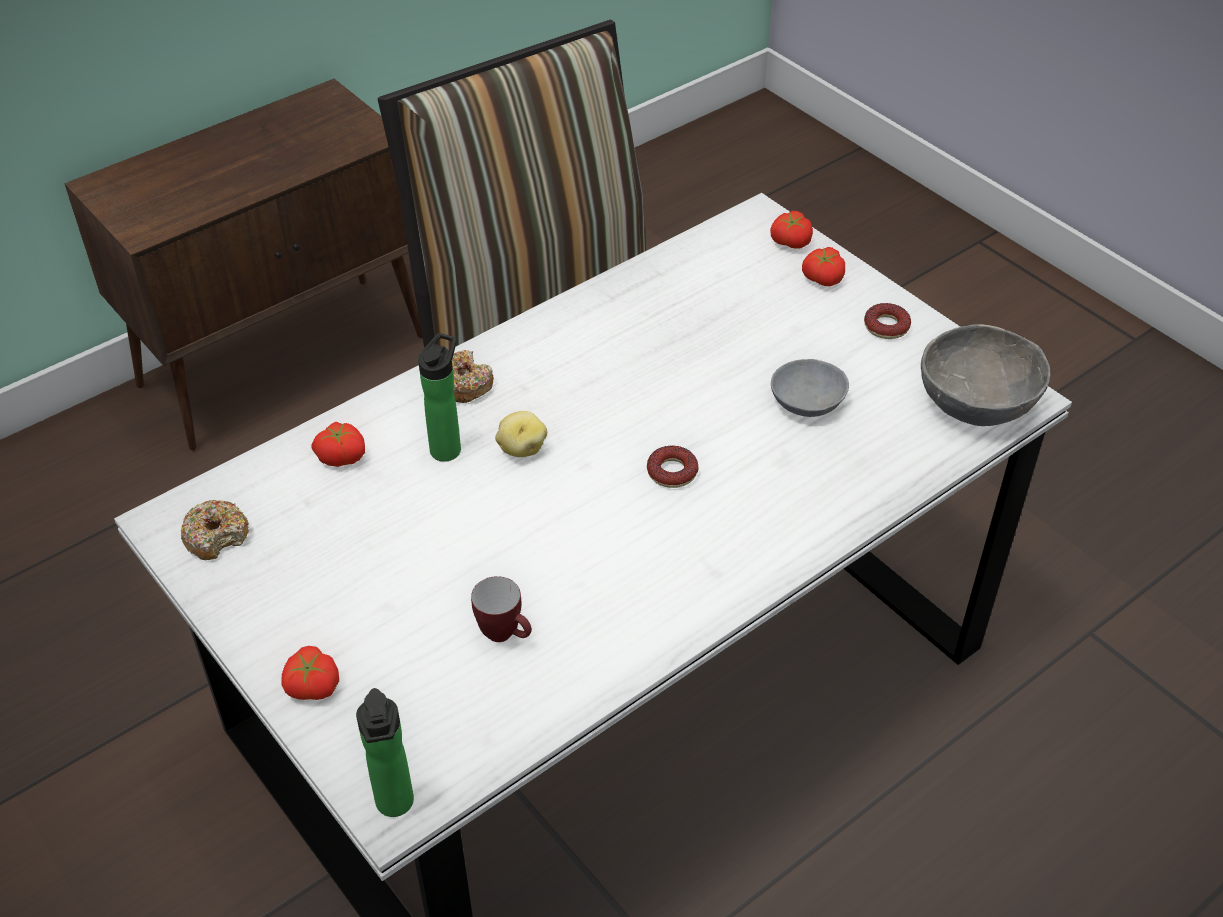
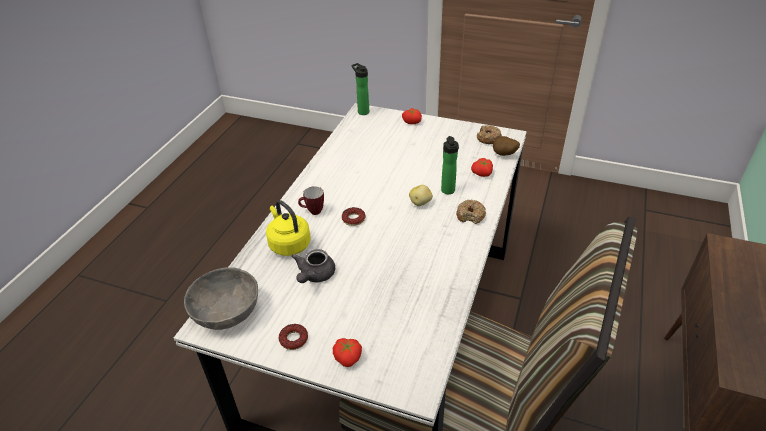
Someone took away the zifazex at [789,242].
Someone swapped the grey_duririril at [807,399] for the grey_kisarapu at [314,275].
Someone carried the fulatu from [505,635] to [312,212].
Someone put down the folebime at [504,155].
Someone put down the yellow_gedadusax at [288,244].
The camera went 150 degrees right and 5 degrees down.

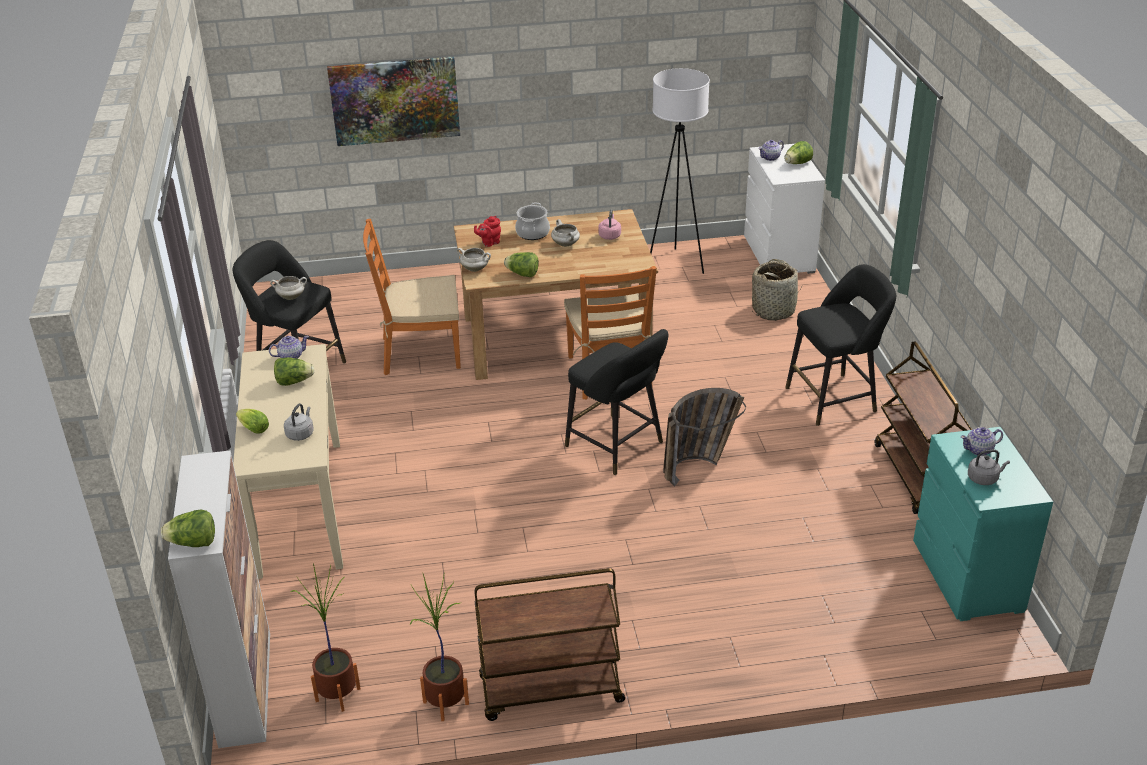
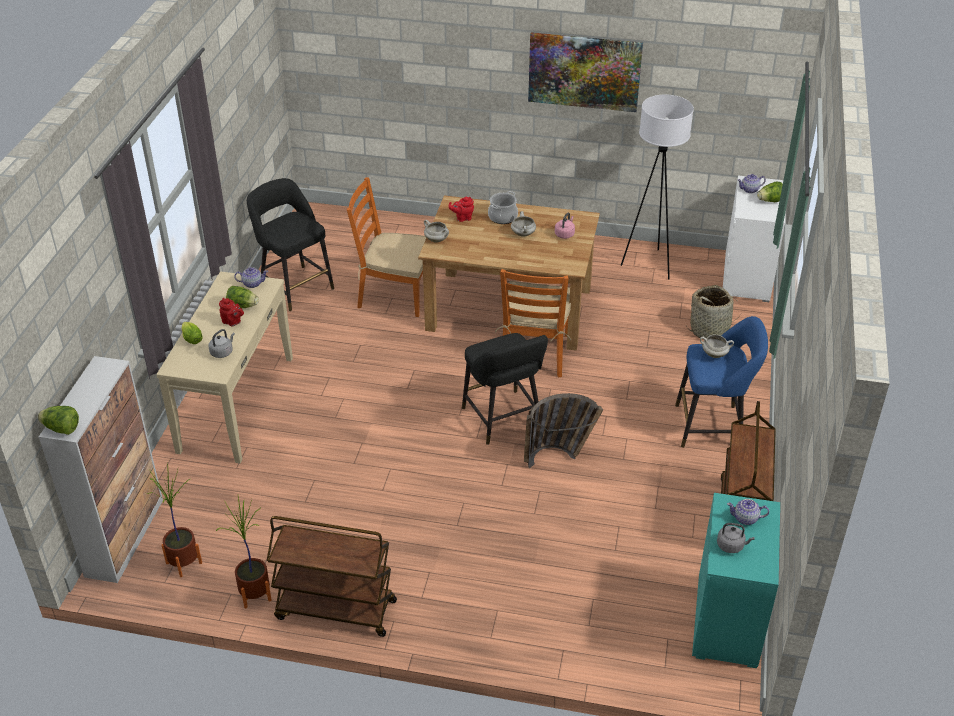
Someone carried the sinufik from [395,100] to [584,71].
Someone took away the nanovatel at [522,274].
Someone repainted the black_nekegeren at [835,398], which became the blue_nekegeren at [713,426].
Someone carried the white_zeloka from [291,297] to [714,354].
Someone put down the red_kisarapu at [232,322].
The camera went 20 degrees right and 5 degrees up.

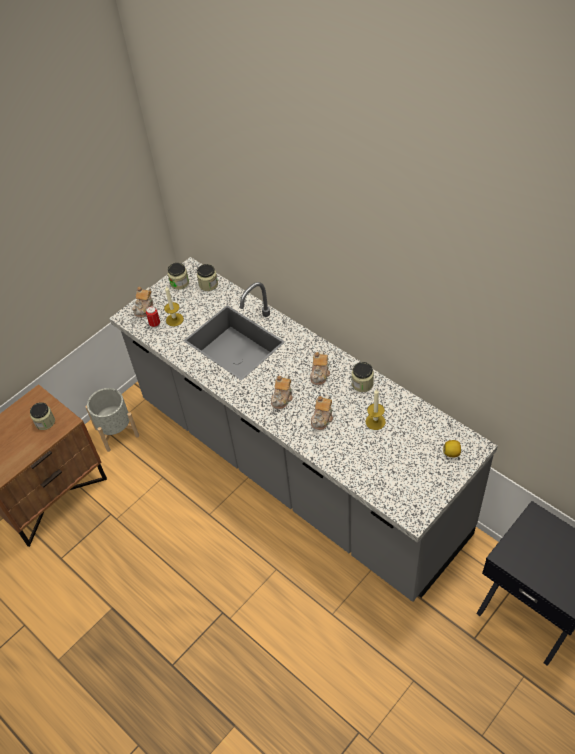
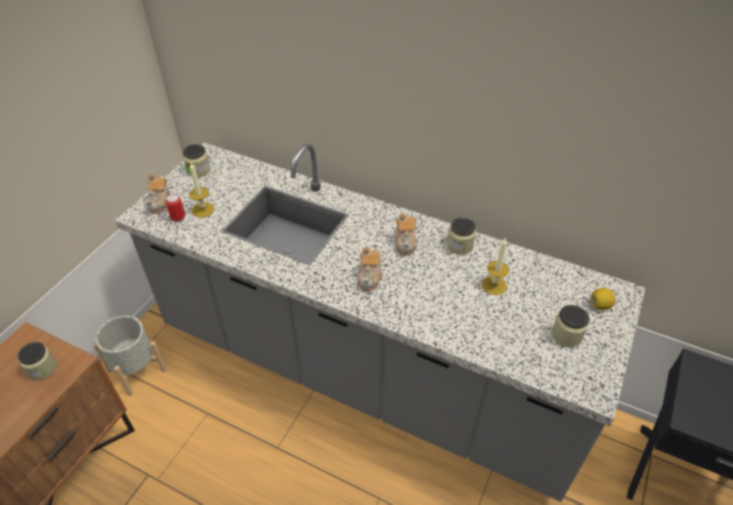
Someone carried the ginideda from [208,284] to [566,335].
Someone took away the kisarapu at [322,418].
The camera went 20 degrees left and 5 degrees down.

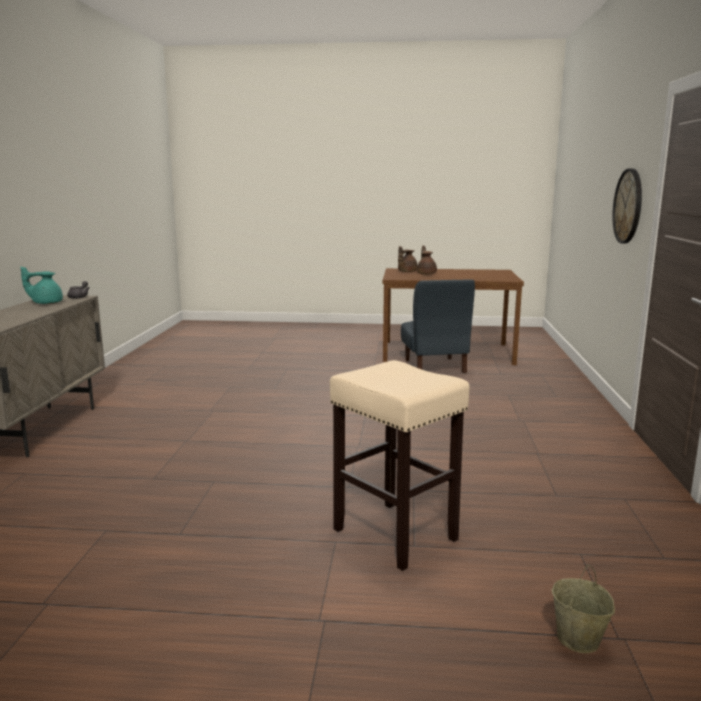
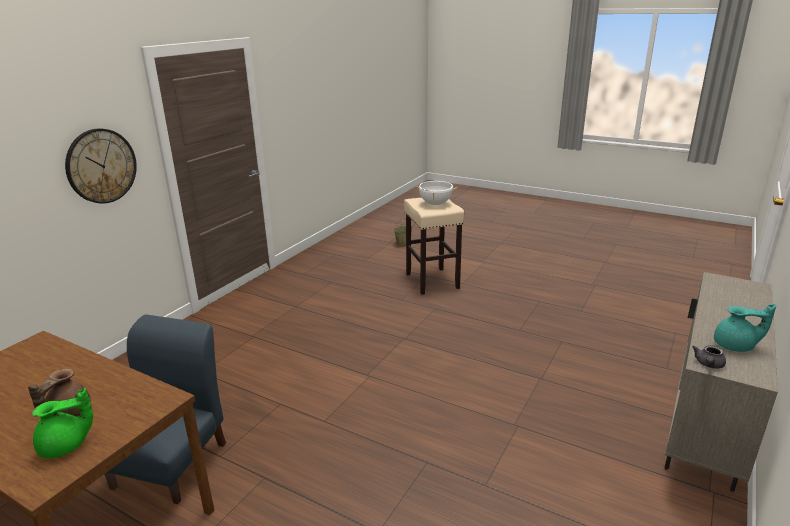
Someone repainted the brown_kisarapu at [406,272], which became the green_kisarapu at [66,446].
Someone put down the white_zeloka at [435,204].
The camera went 155 degrees left and 10 degrees up.

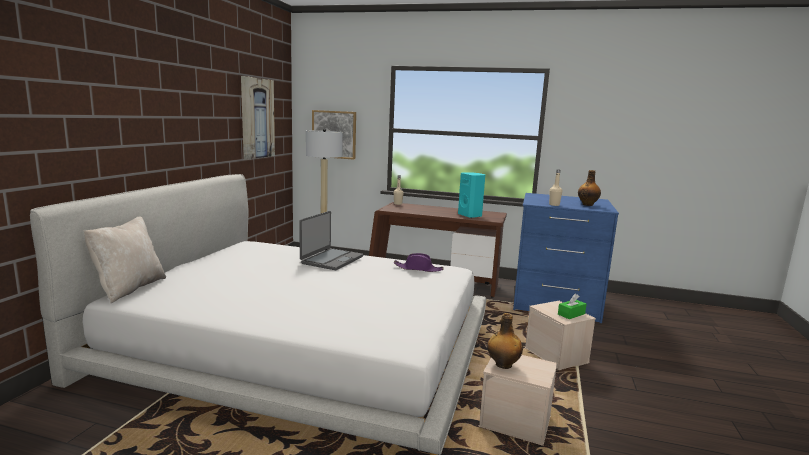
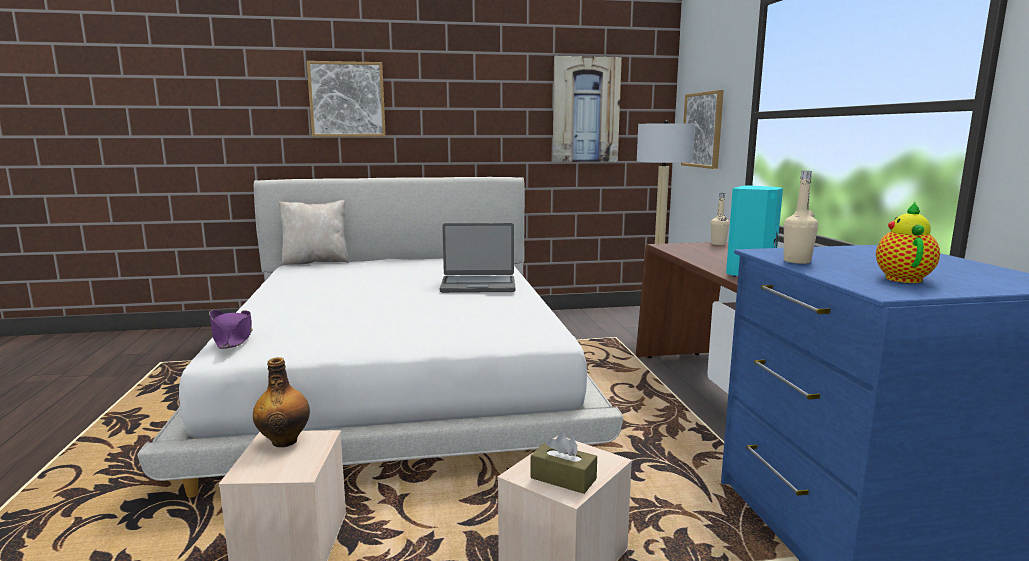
Someone swapped the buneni at [587,205] for the kisarapu at [902,278].
Someone carried the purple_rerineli from [418,269] to [232,338].
Someone repainted the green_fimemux at [571,314], which became the brown_fimemux at [563,478].
Someone put up the sinufik at [347,99].
The camera went 65 degrees right and 0 degrees up.

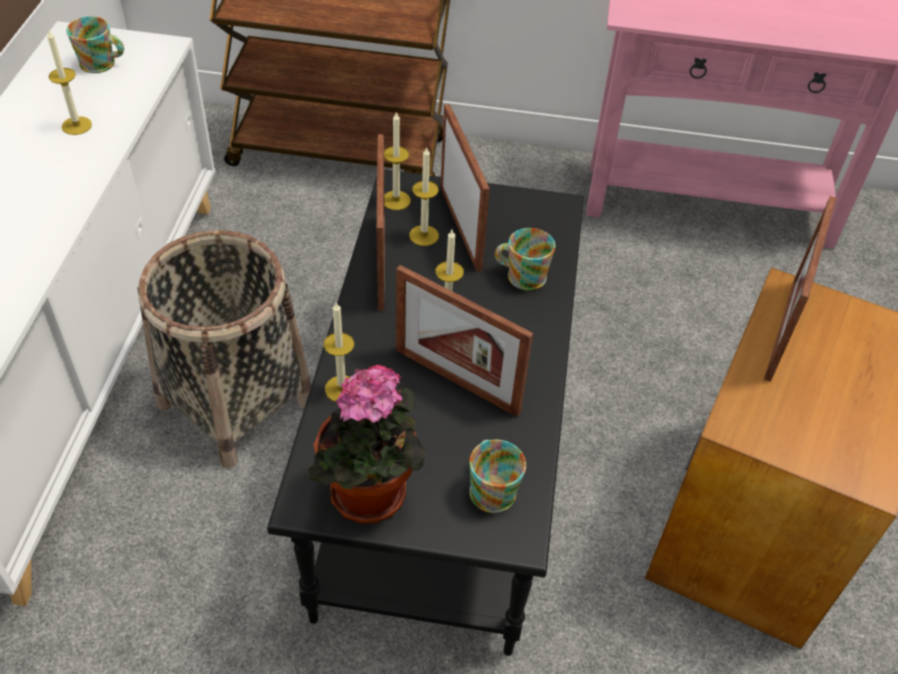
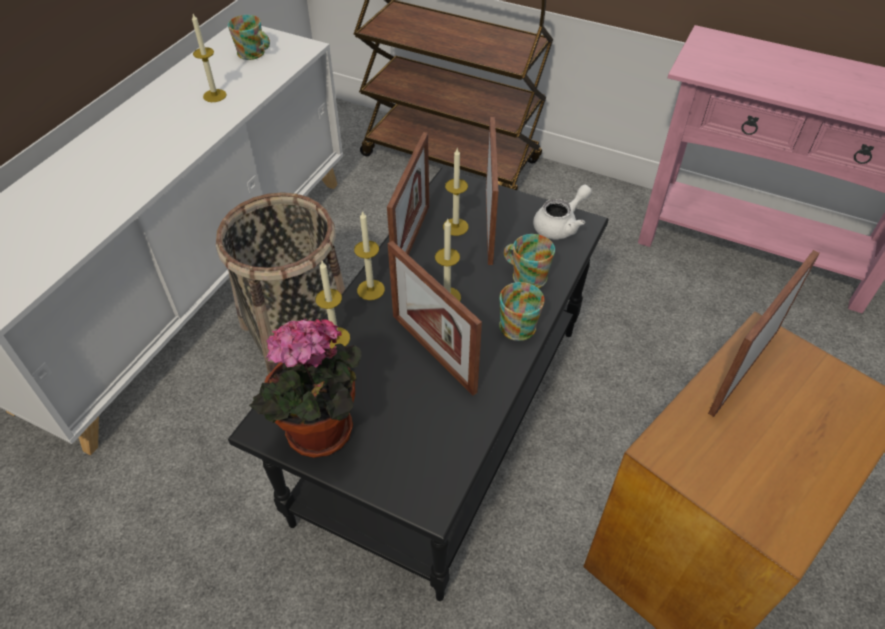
Someone carried the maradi from [396,200] to [371,290].
Someone carried the fulatu from [491,487] to [518,322].
Someone put down the white_kisarapu at [560,225].
The camera went 20 degrees right and 0 degrees up.

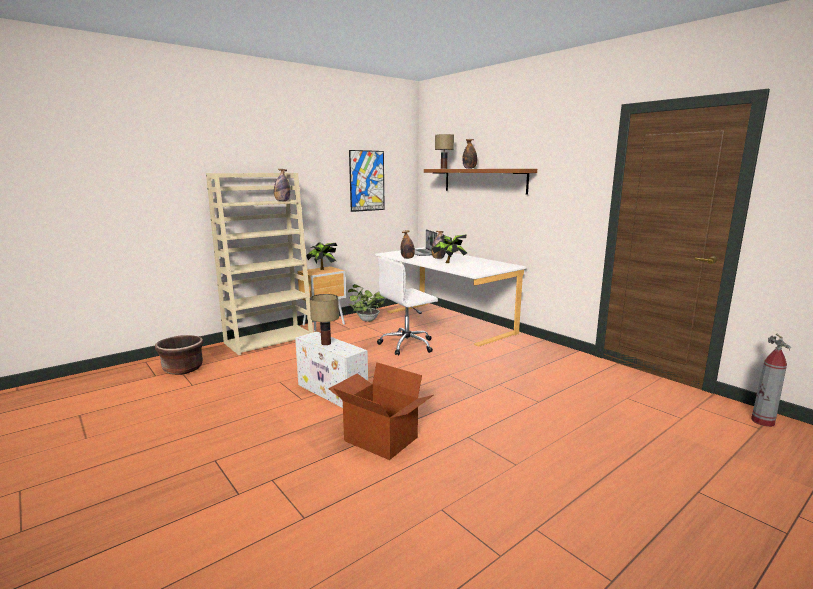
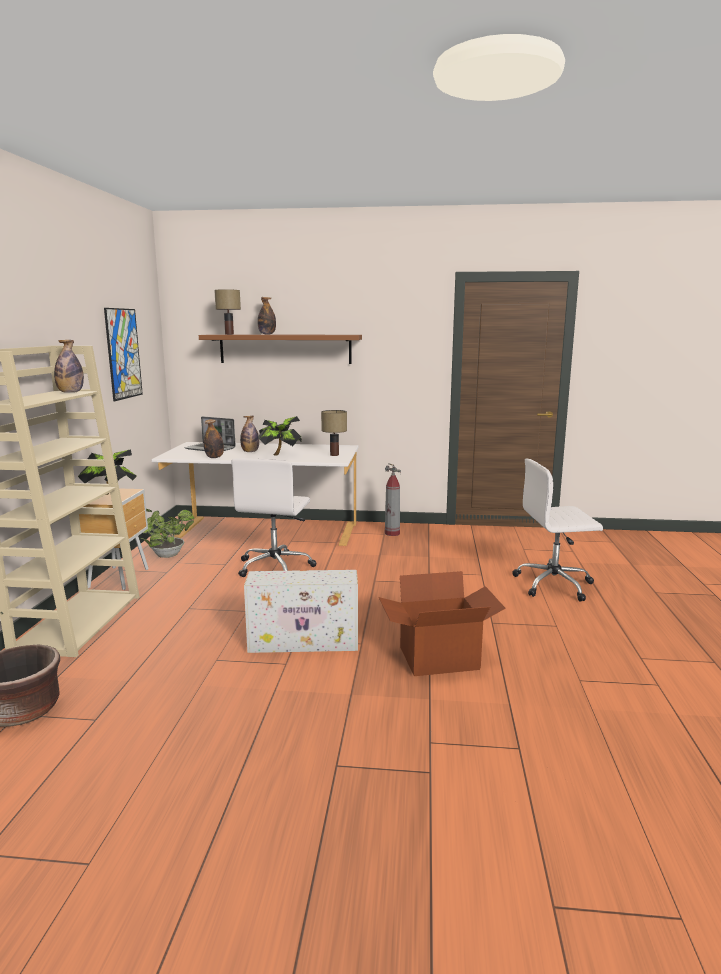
Someone carried the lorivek from [325,343] to [334,455].
Someone carried the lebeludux from [763,421] to [392,533].
Someone put down the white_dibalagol at [554,584].
The camera went 45 degrees left and 0 degrees up.

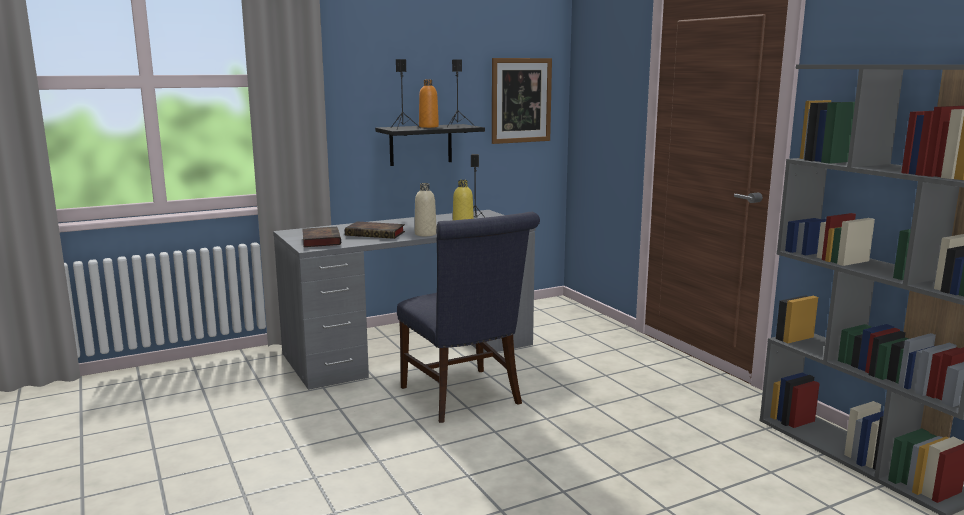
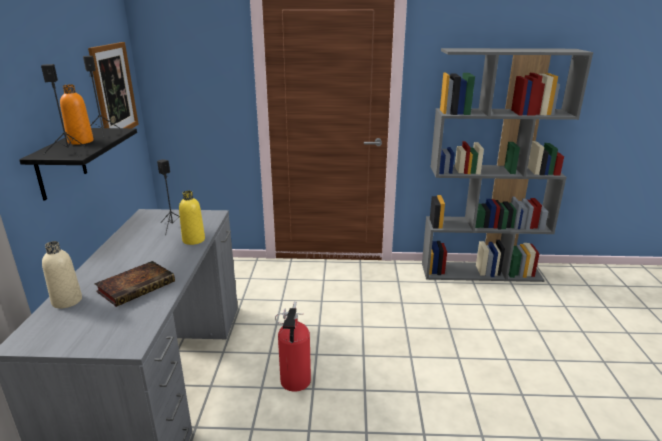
Someone carried the beige_buneni from [425,234] to [67,301].
Someone swapped the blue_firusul at [465,397] for the lebeludux at [295,383].
Someone took away the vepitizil at [320,240].
The camera went 60 degrees left and 10 degrees up.

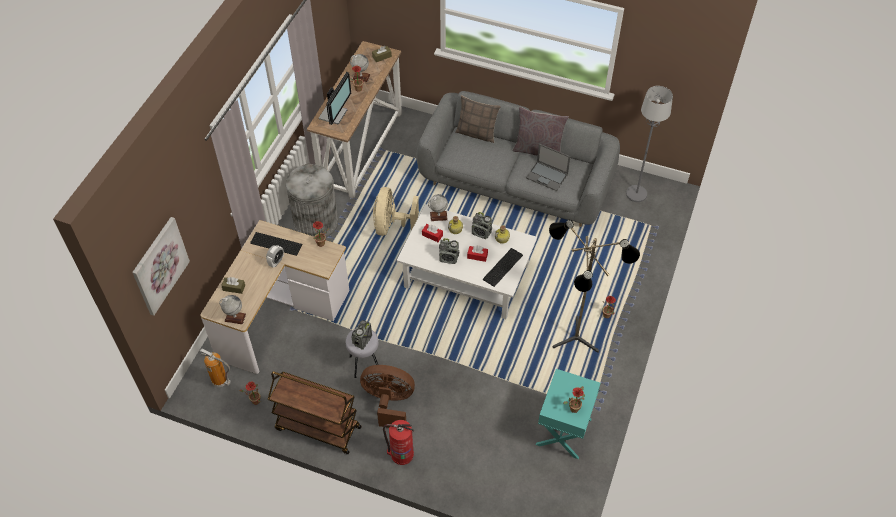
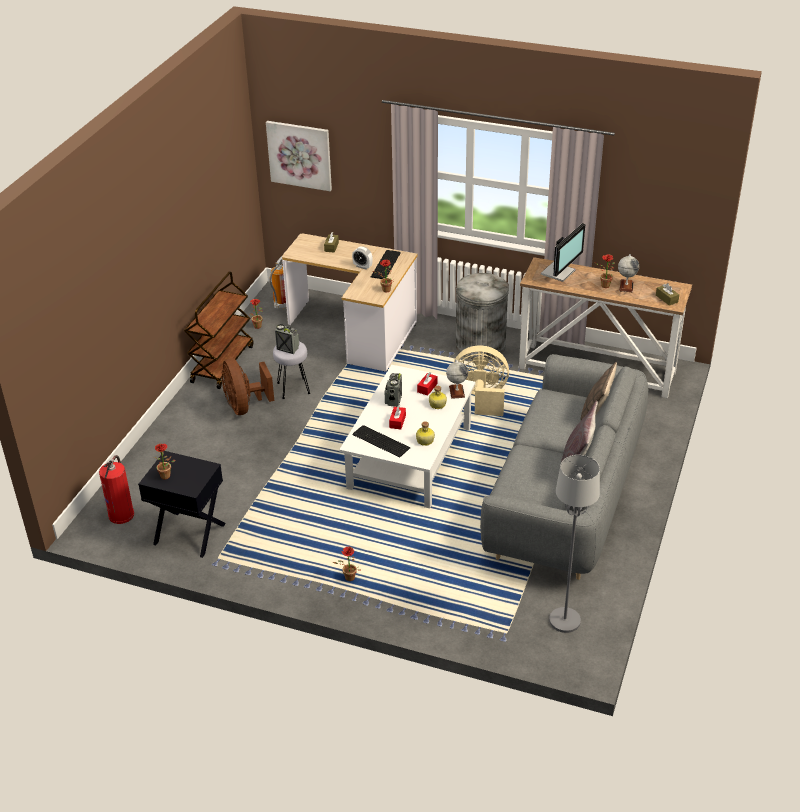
Someone rotated the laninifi at [334,114] by 75 degrees counterclockwise.
Someone took away the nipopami at [547,176].
Someone took away the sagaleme at [481,233].
Someone took away the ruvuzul at [573,343].
Someone took away the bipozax at [235,317].
Someone rotated the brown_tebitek at [389,403] by 150 degrees clockwise.
Someone repainted the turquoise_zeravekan at [564,432], which became the black_zeravekan at [189,534].
Someone carried the lebeludux from [401,454] to [122,514].
The camera went 90 degrees right and 15 degrees down.

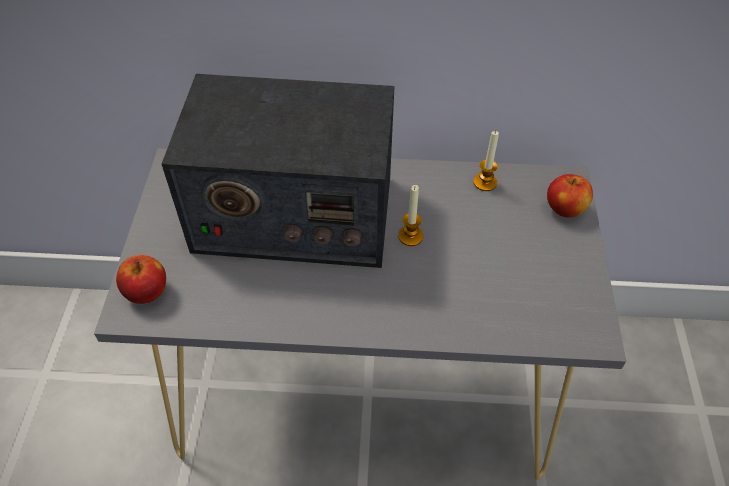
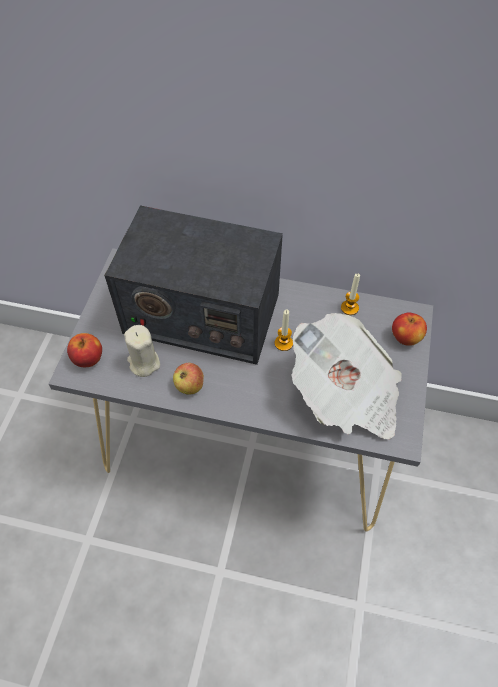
Someone put down the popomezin at [346,394].
Someone put down the beige_maradi at [144,363].
Someone put down the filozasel at [189,386].
The camera went 10 degrees right and 5 degrees up.

